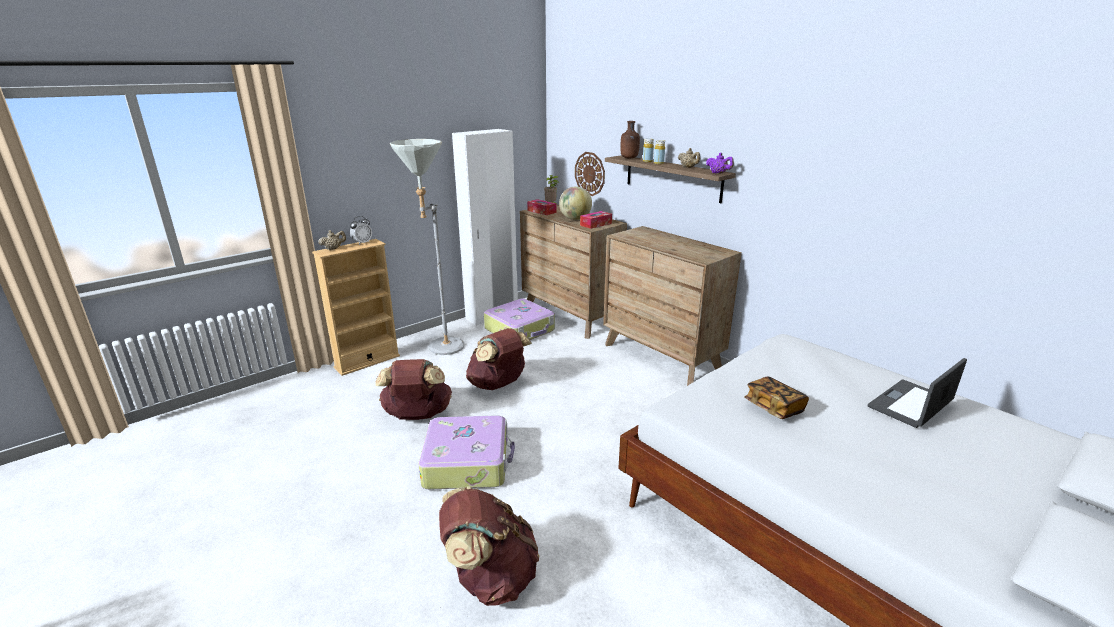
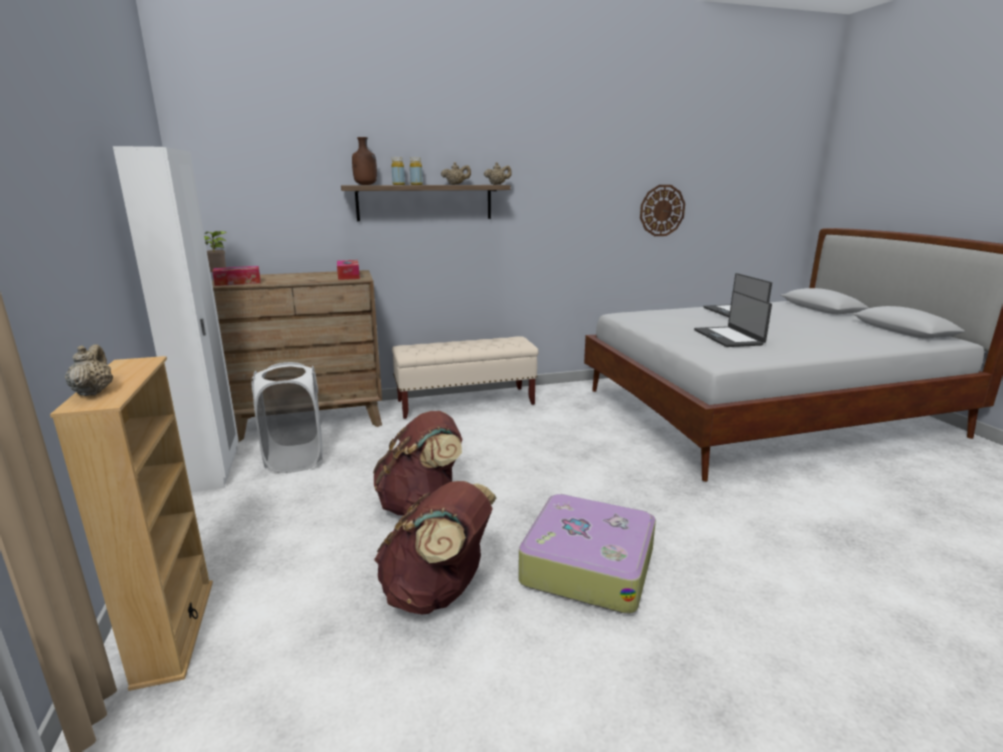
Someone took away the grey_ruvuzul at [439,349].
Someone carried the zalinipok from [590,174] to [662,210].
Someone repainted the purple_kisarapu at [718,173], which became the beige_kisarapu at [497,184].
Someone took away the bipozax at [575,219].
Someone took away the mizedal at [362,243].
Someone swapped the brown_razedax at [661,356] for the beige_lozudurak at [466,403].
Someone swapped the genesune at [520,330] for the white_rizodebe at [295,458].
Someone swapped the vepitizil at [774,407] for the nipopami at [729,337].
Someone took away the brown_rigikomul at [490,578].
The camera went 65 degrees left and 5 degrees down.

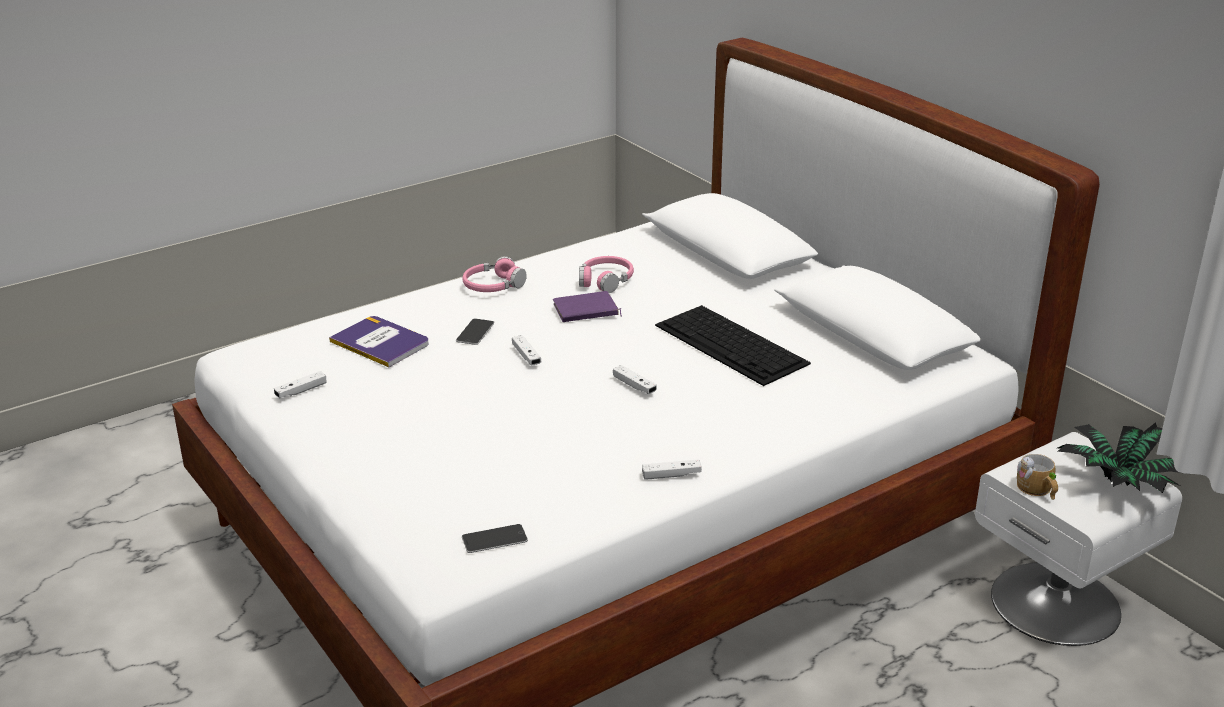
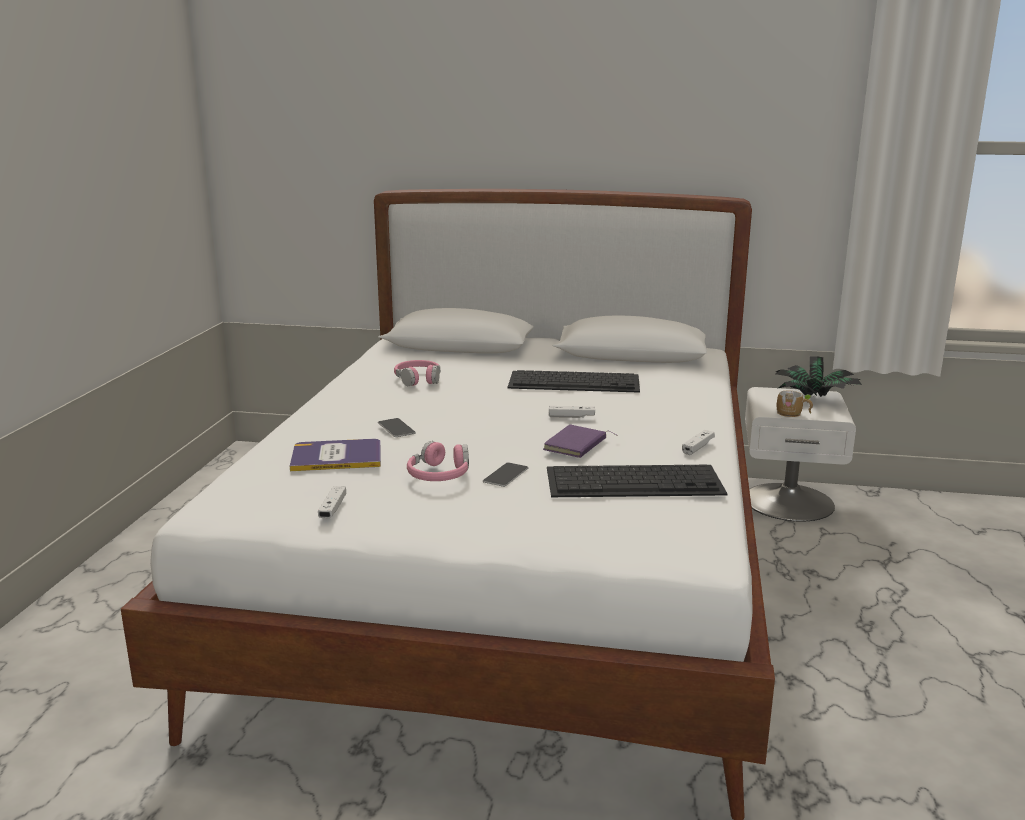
Someone carried the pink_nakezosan from [493,286] to [439,474].
Someone carried the purple_vepitizil from [586,311] to [577,445].
Someone took away the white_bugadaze at [526,356].
Someone carried the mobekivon from [494,539] to [506,475].
Someone put down the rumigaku at [635,481].
The camera went 45 degrees left and 10 degrees down.

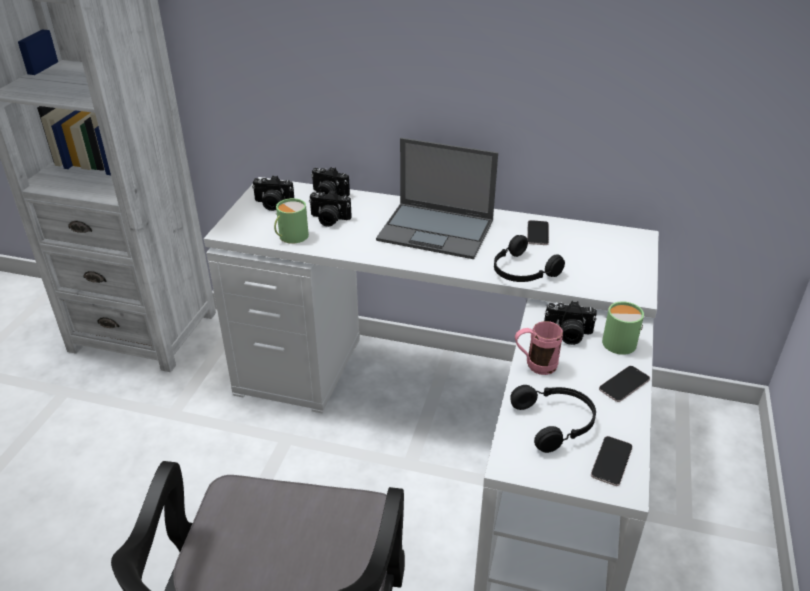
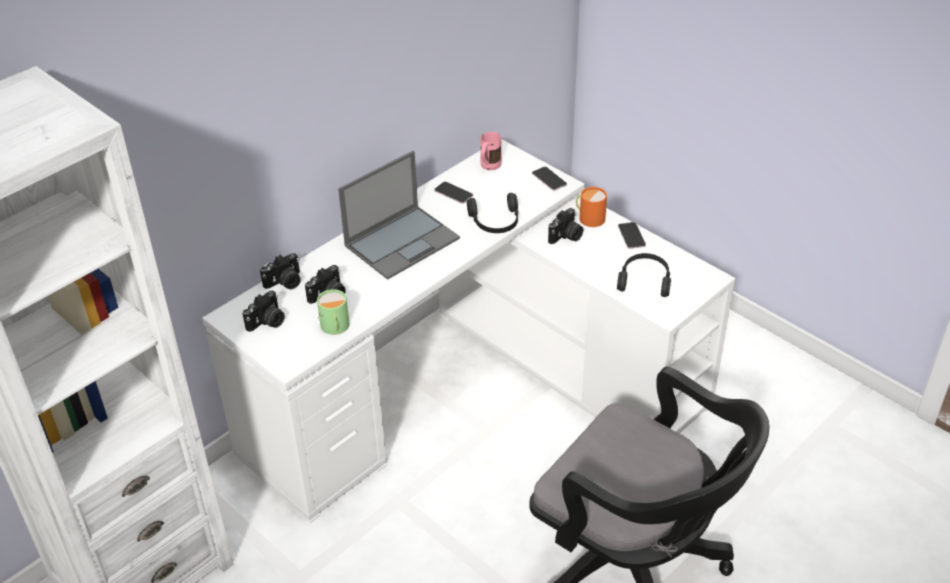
Someone repainted the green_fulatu at [619,340], which became the orange_fulatu at [589,217].
Someone carried the pink_fulatu from [534,365] to [488,167].
Someone carried the mobekivon from [611,461] to [549,179].
The camera went 60 degrees left and 5 degrees up.

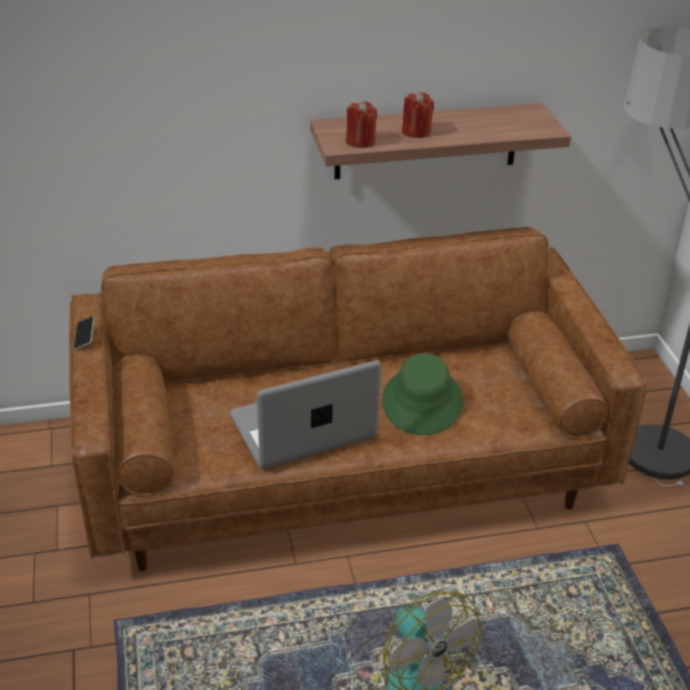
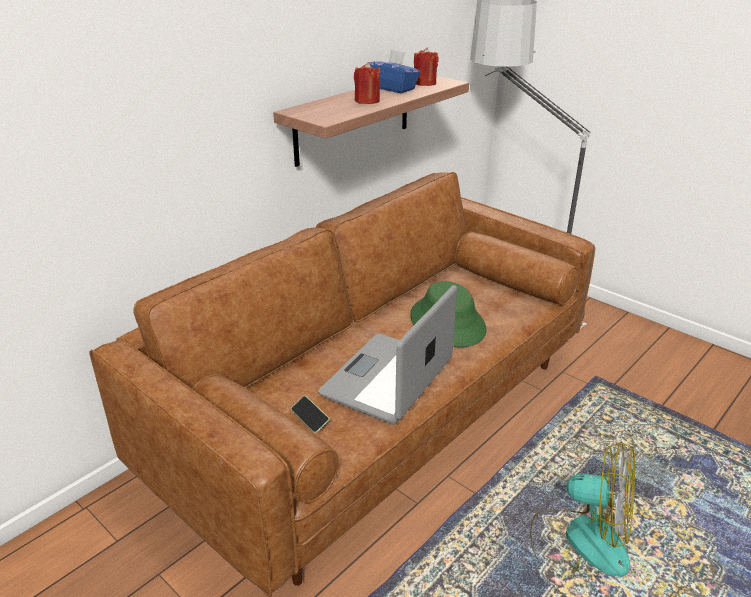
Someone carried the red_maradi from [360,141] to [424,83].
Someone carried the mobekivon from [85,337] to [310,418].
Someone put down the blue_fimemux at [394,88].
The camera went 35 degrees left and 5 degrees down.

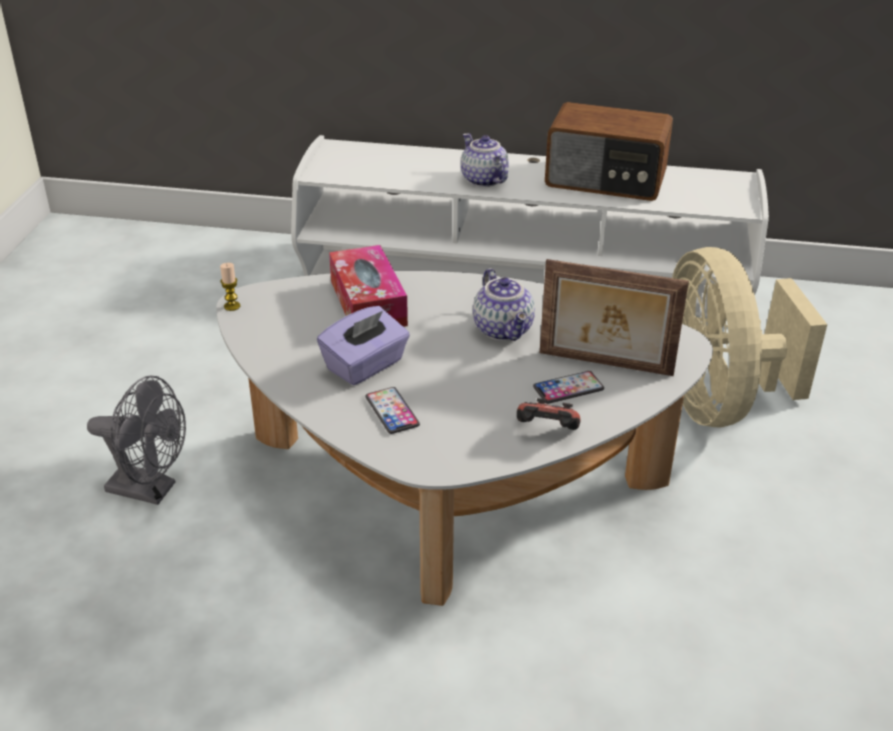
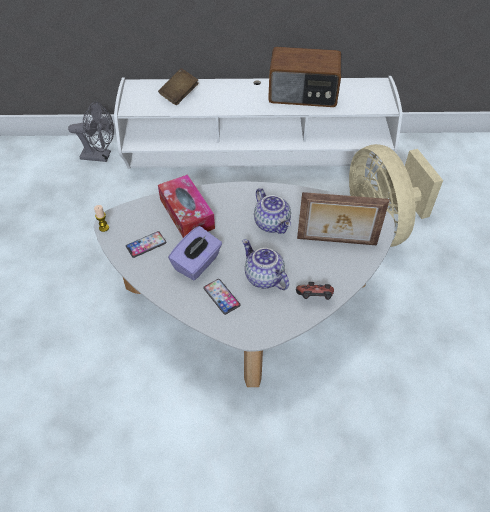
Someone carried the kisarapu from [482,180] to [263,277].
Someone carried the mobekivon from [568,388] to [146,245].
Someone carried the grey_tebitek from [151,490] to [100,156].
Someone put down the brown_vepitizil at [179,95].
The camera went 10 degrees left and 15 degrees up.

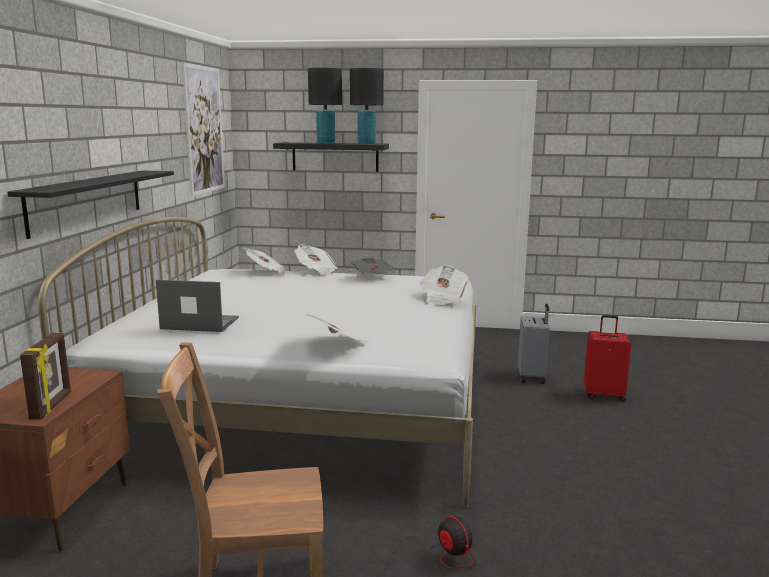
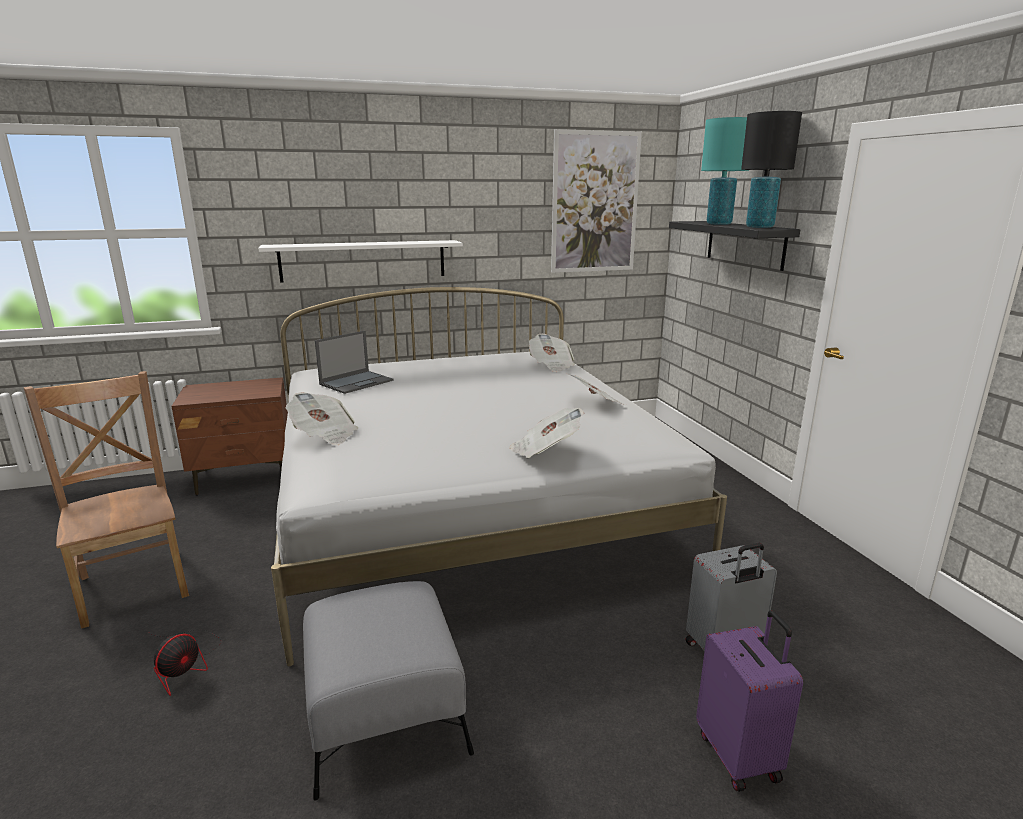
Someone repainted the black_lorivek at [325,143], which became the turquoise_lorivek at [719,224].
Someone repainted the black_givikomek at [87,200], which became the white_givikomek at [363,260].
Someone took away the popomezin at [316,271].
Someone rotated the nipopami at [199,323] by 60 degrees clockwise.
Someone repainted the red_genesune at [604,395], which became the purple_genesune at [740,755].
Someone took away the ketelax at [52,405].
Someone put down the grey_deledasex at [384,717].
The camera went 65 degrees right and 5 degrees up.

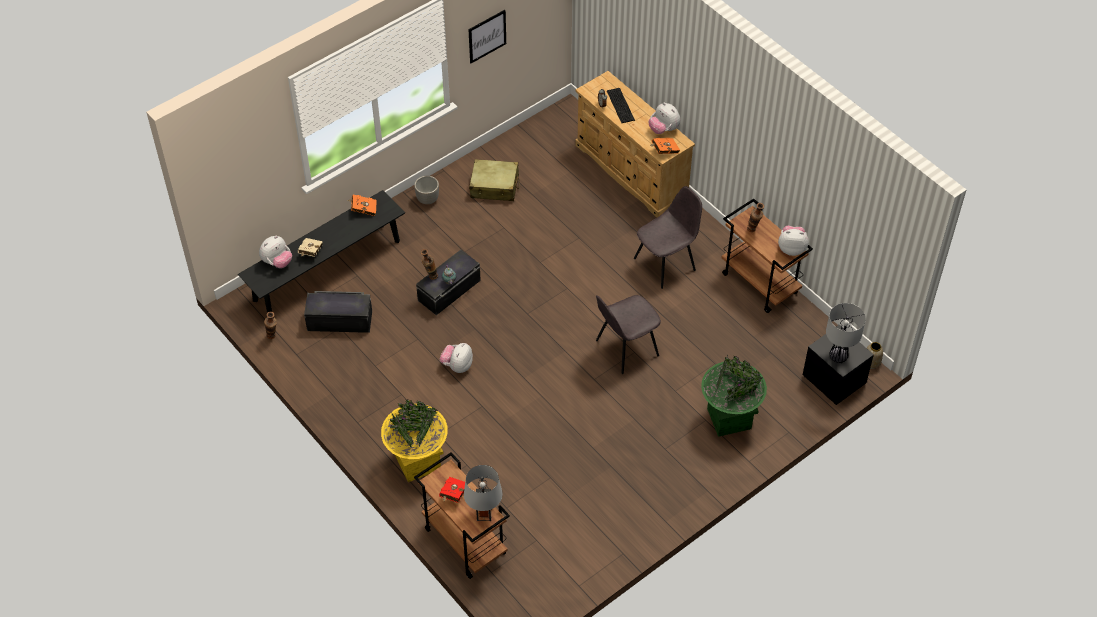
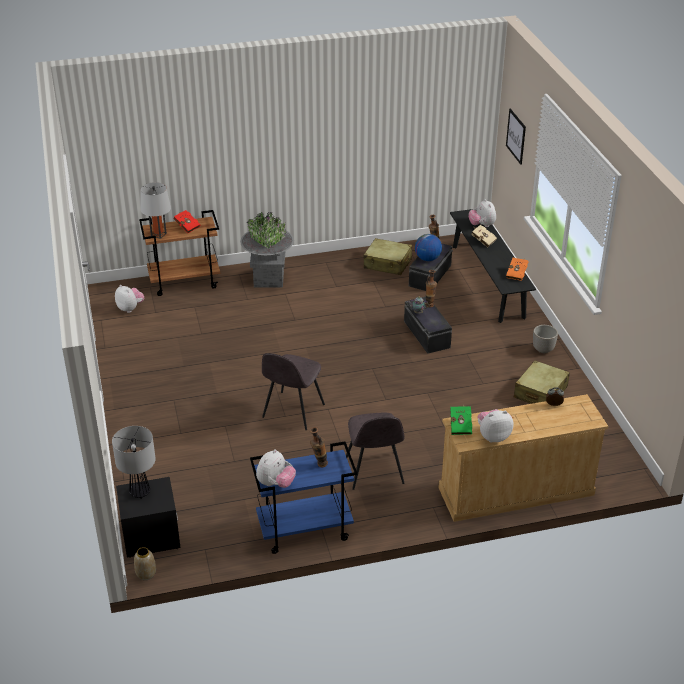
Someone carried the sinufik from [487,36] to [516,136].
Someone took away the rumigaku at [621,105].
Someone repainted the orange_vepitizil at [663,151], which became the green_vepitizil at [460,425].
Someone repainted the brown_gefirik at [760,283], which became the blue_gefirik at [304,531].
Someone rotated the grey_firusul at [625,349] by 150 degrees counterclockwise.
Someone carried the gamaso from [457,366] to [130,308].
Someone took away the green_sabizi at [729,419].
Someone repainted the yellow_sabizi at [417,462], which became the grey_sabizi at [269,279].
Someone put down the bipozax at [427,259].
Someone put down the beige_genesune at [388,264].
The camera went 115 degrees right and 15 degrees down.

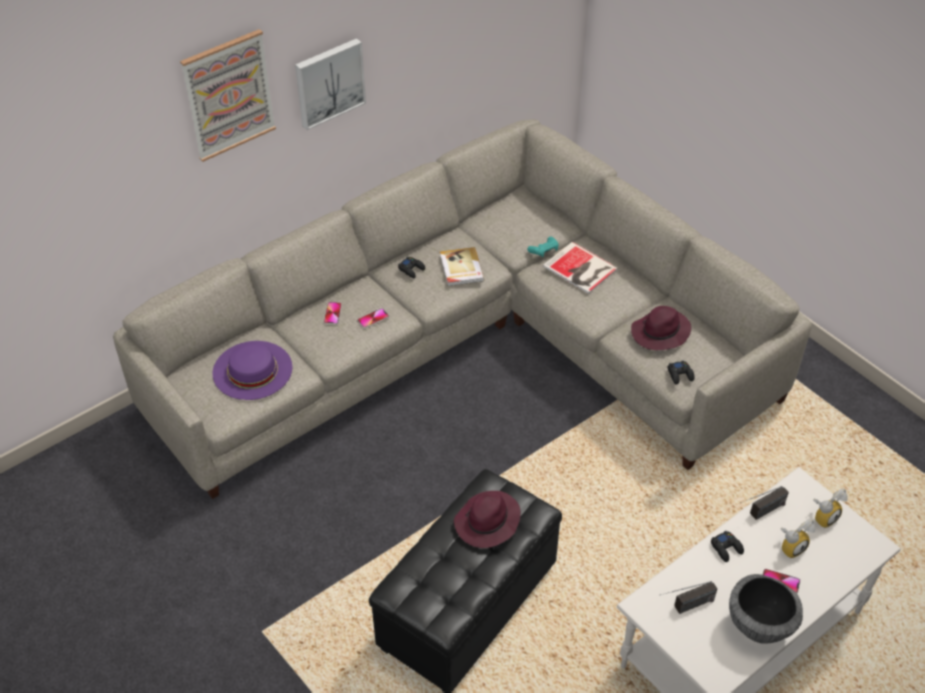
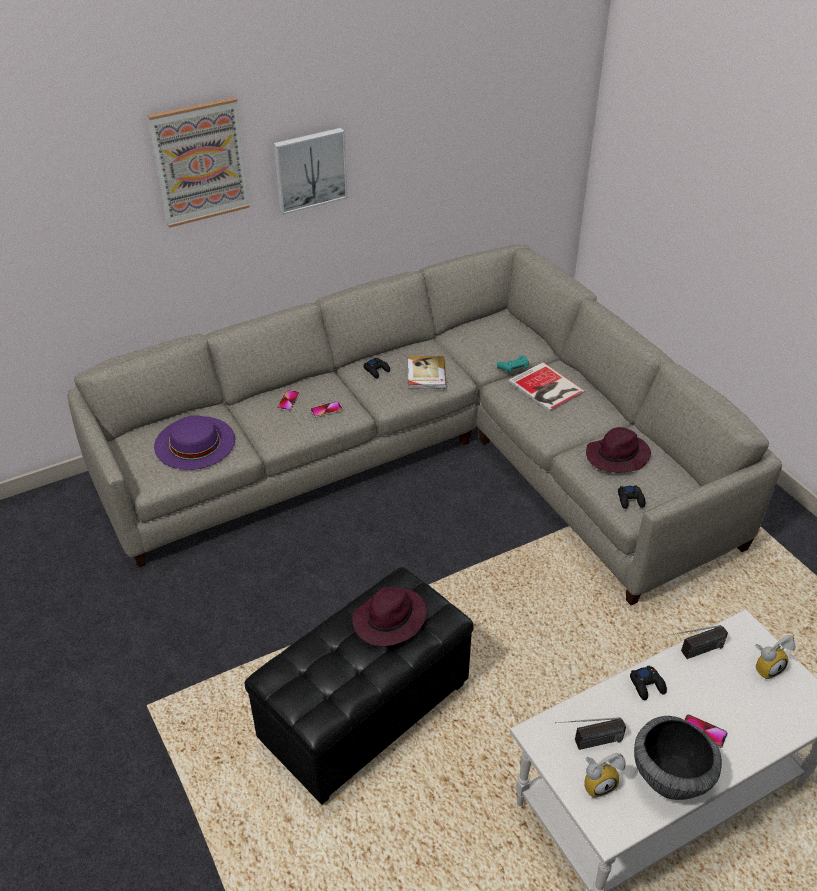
Someone carried the mizedal from [791,546] to [598,782].
The camera went 10 degrees right and 5 degrees down.

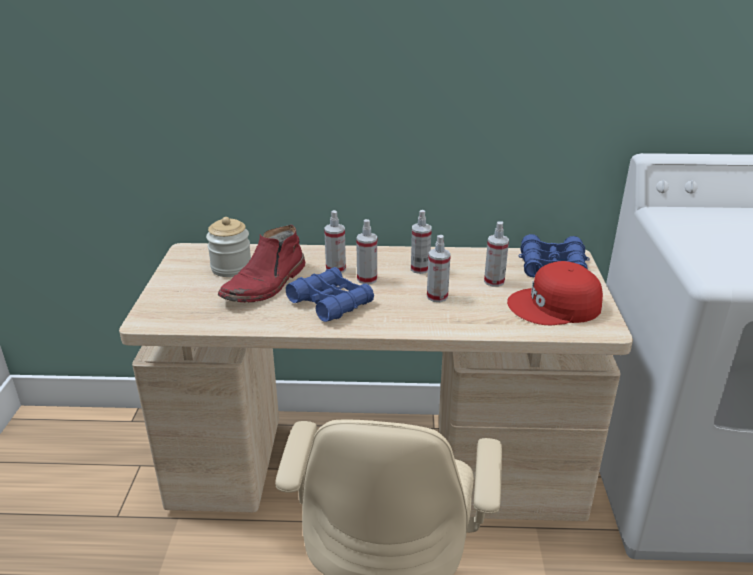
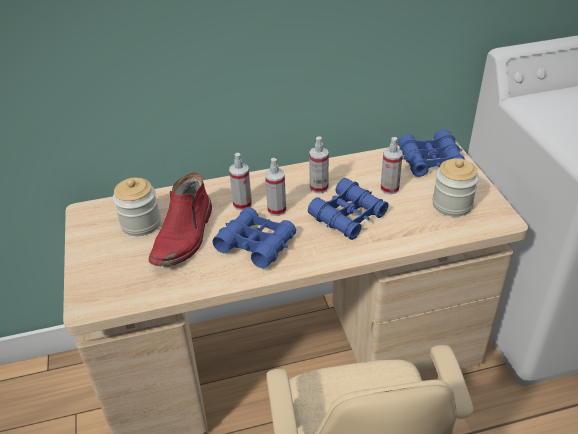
Someone swapped the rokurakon at [437,296] for the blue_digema at [348,216].
Someone swapped the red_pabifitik at [555,306] for the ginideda at [452,204].
The camera went 15 degrees left and 10 degrees up.

